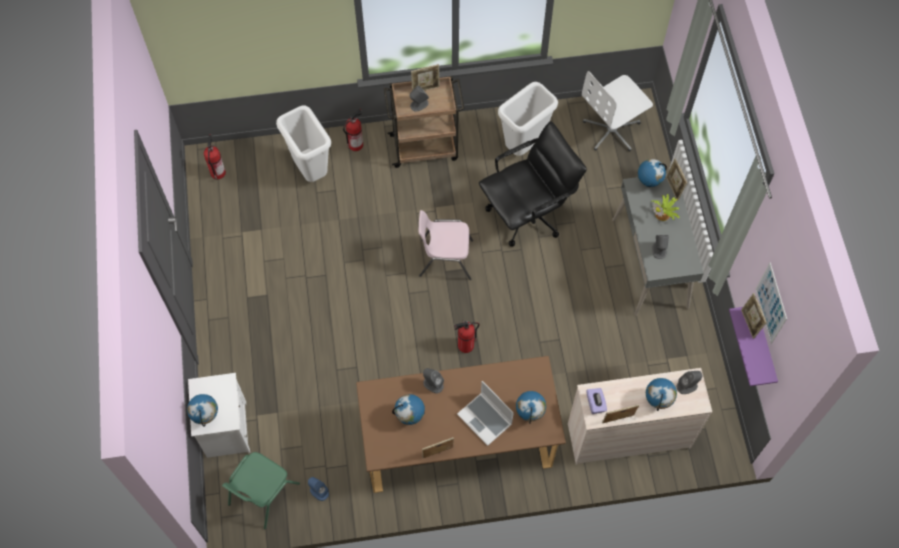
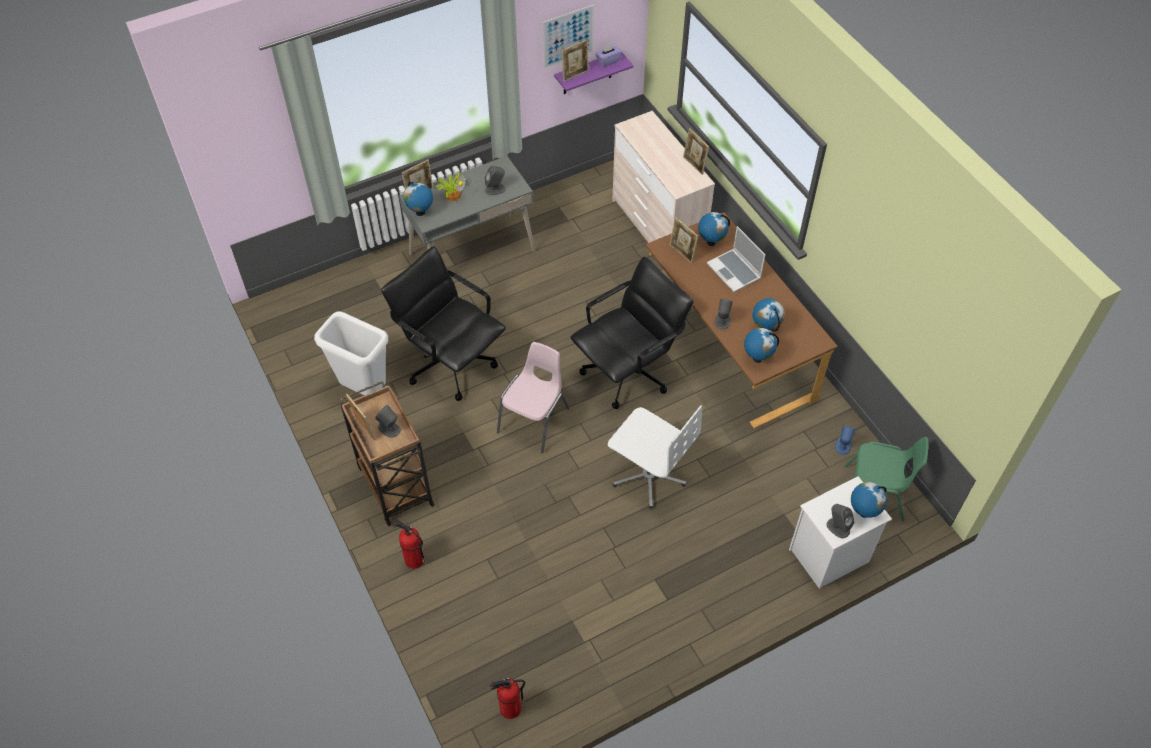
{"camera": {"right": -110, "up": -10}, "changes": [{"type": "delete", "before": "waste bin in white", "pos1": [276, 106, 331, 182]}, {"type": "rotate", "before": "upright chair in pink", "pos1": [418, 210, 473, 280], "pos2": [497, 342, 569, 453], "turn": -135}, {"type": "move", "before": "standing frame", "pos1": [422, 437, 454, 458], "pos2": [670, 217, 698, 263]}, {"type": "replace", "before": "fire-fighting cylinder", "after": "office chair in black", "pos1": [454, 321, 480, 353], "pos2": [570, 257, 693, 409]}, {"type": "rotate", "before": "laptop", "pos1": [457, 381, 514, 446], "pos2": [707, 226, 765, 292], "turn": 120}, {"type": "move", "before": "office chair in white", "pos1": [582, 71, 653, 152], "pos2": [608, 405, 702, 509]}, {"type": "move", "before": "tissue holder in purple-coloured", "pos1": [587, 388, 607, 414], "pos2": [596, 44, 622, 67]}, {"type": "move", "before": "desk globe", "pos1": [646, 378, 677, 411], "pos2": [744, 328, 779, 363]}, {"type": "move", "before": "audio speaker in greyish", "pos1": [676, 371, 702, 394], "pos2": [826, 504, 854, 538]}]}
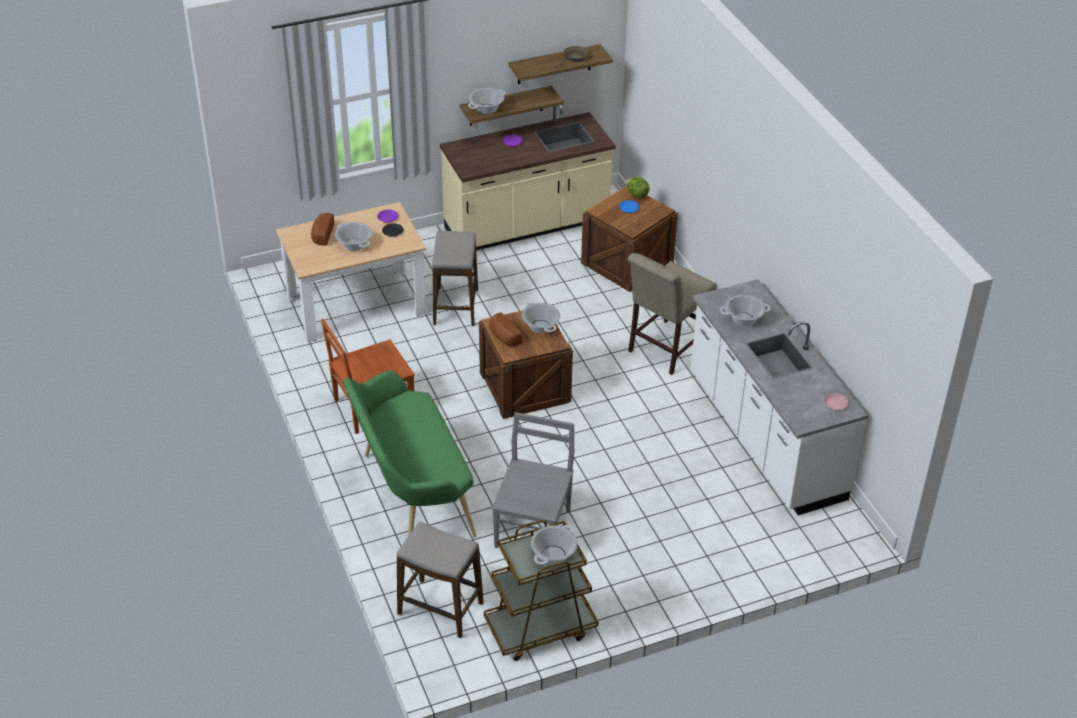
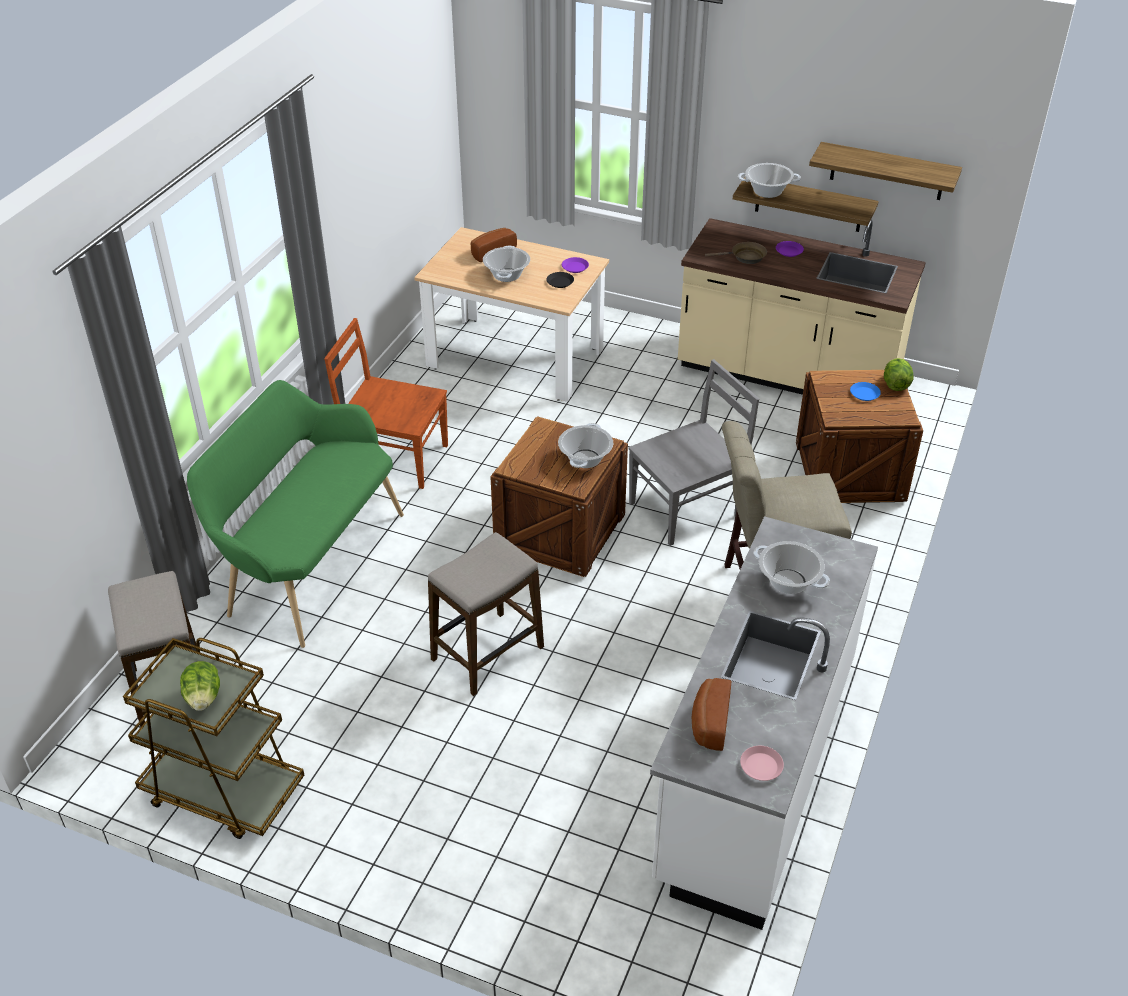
{"camera": {"right": 45, "up": 0}, "changes": [{"type": "move", "before": "stool", "pos1": [432, 231, 478, 326], "pos2": [428, 532, 544, 696]}, {"type": "move", "before": "baked bread", "pos1": [489, 312, 522, 347], "pos2": [691, 678, 731, 751]}, {"type": "move", "before": "upright chair in greyish", "pos1": [492, 412, 574, 548], "pos2": [628, 359, 759, 546]}, {"type": "replace", "before": "saucepot", "after": "head of lettuce", "pos1": [531, 525, 578, 565], "pos2": [180, 661, 220, 711]}, {"type": "move", "before": "skillet in brown", "pos1": [553, 46, 589, 68], "pos2": [705, 242, 767, 264]}]}
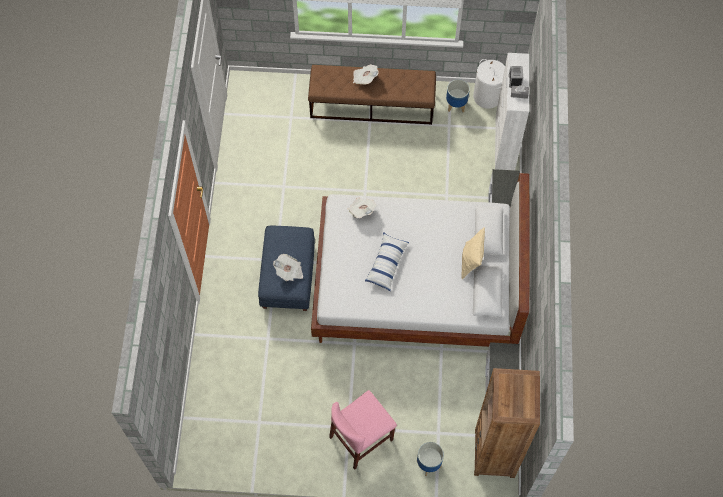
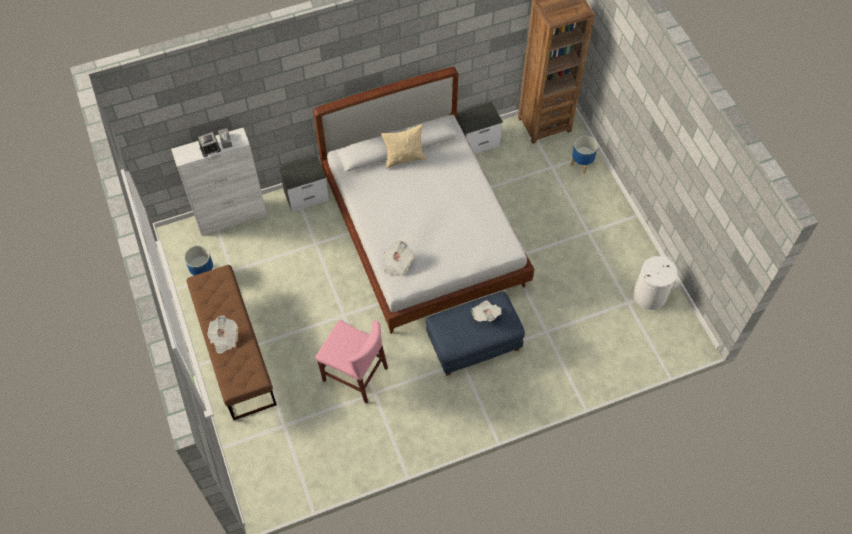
{"camera": {"right": -115, "up": -5}, "changes": [{"type": "move", "before": "upright chair in pink", "pos1": [329, 390, 397, 470], "pos2": [315, 320, 388, 403]}, {"type": "delete", "before": "pillow", "pos1": [365, 232, 409, 291]}, {"type": "move", "before": "washing basket in white", "pos1": [473, 59, 505, 109], "pos2": [633, 256, 677, 310]}]}
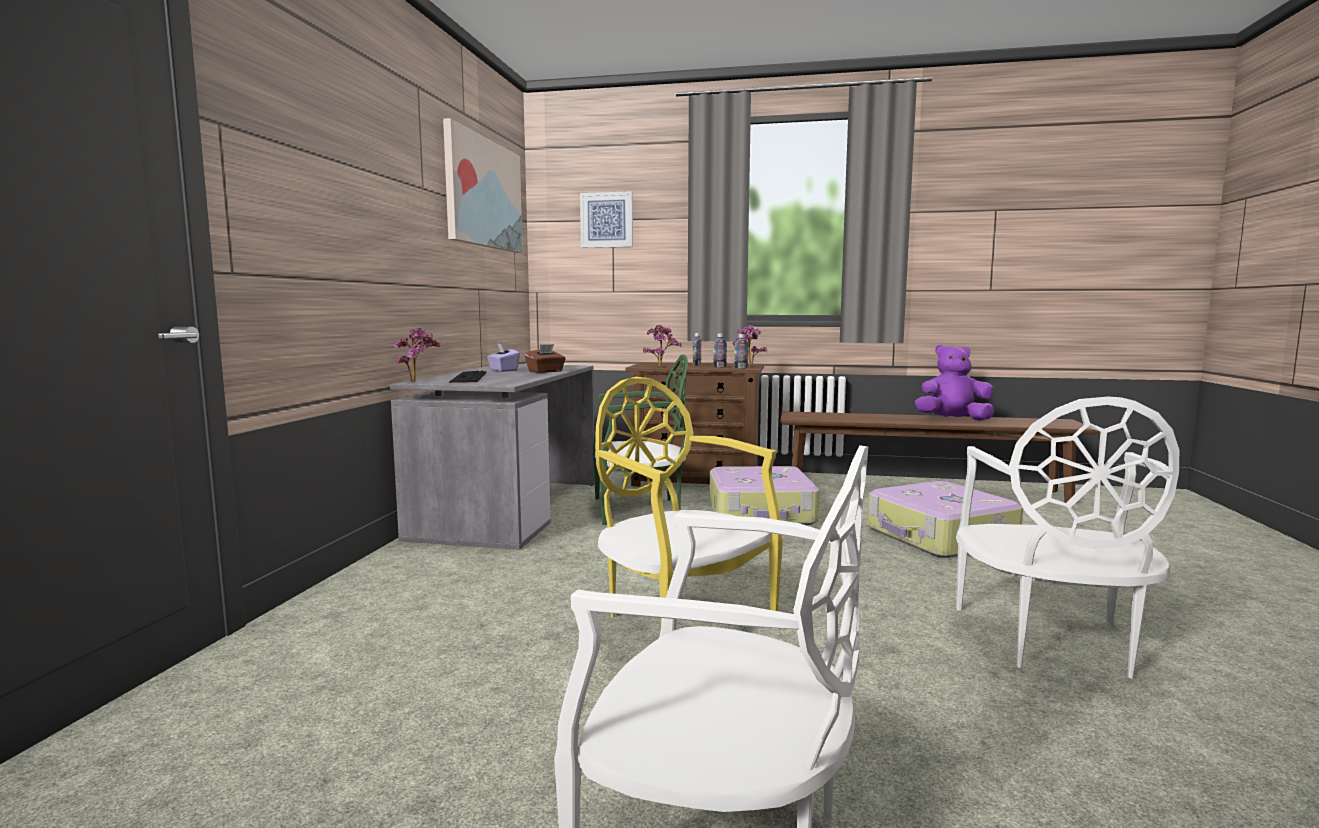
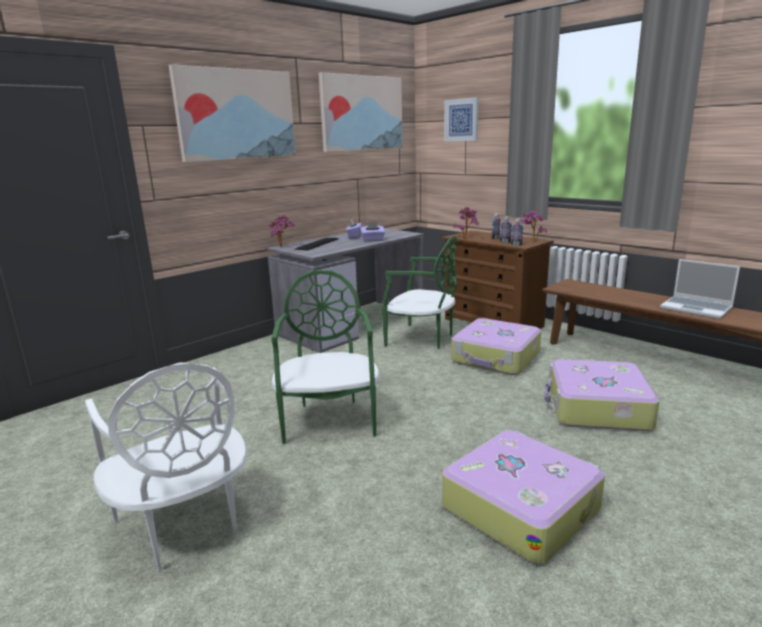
{"camera": {"right": 35, "up": 10}, "changes": [{"type": "recolor", "before": "tissue holder in brown", "after": "tissue holder in purple-coloured", "pos1": [525, 344, 566, 373], "pos2": [360, 223, 385, 242]}, {"type": "recolor", "before": "upright chair in yellowish", "after": "upright chair in green-coloured", "pos1": [595, 377, 783, 625], "pos2": [271, 270, 380, 444]}, {"type": "replace", "before": "soft toy in purple-coloured", "after": "laptop", "pos1": [915, 345, 994, 421], "pos2": [660, 259, 740, 319]}, {"type": "replace", "before": "upright chair in white", "after": "suitcase", "pos1": [956, 397, 1179, 679], "pos2": [442, 430, 605, 564]}, {"type": "insert", "after": "wall picture", "pos2": [169, 64, 296, 162]}]}
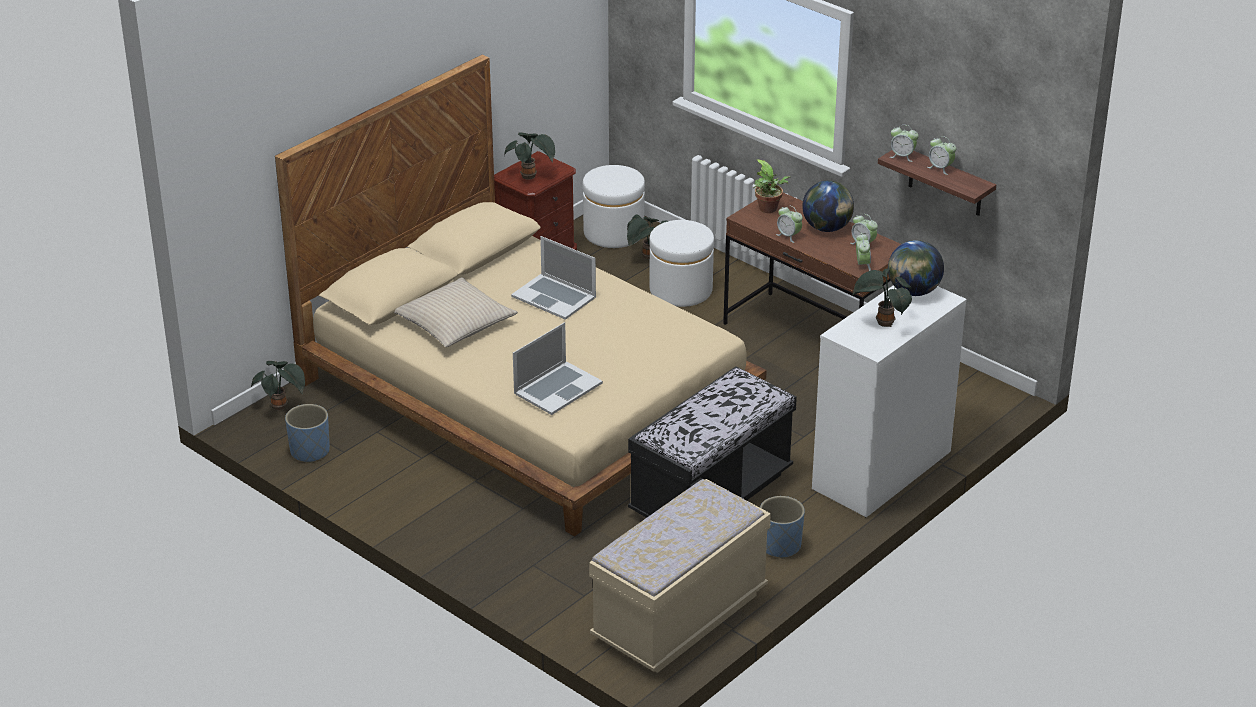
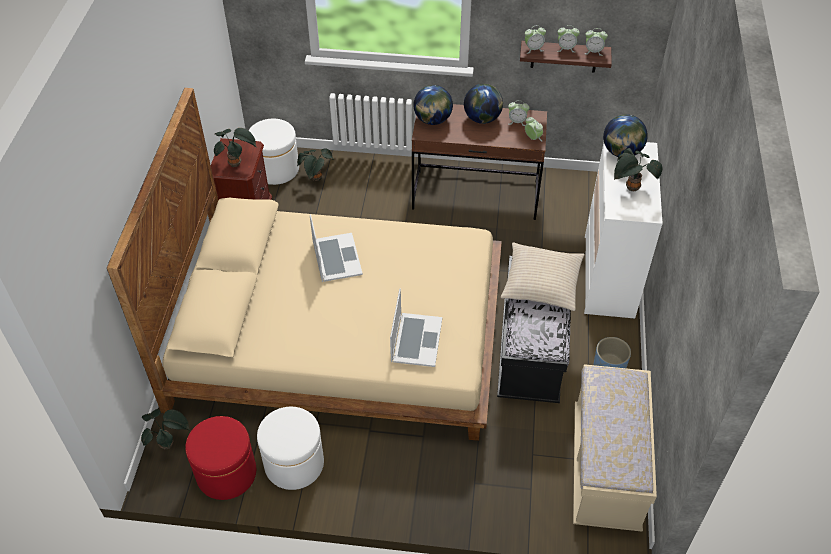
{"camera": {"right": -35, "up": 15}, "changes": [{"type": "replace", "before": "planter in blue-coloured", "after": "ottoman in reddish", "pos1": [285, 404, 330, 463], "pos2": [185, 416, 256, 500]}, {"type": "move", "before": "pillow in beige-coloured", "pos1": [394, 277, 518, 347], "pos2": [501, 243, 584, 311]}, {"type": "rotate", "before": "laptop", "pos1": [511, 236, 596, 320], "pos2": [310, 214, 363, 282], "turn": -105}, {"type": "move", "before": "ottoman in white", "pos1": [649, 220, 714, 307], "pos2": [257, 407, 324, 490]}, {"type": "replace", "before": "houseplant", "after": "desk globe", "pos1": [754, 159, 791, 213], "pos2": [414, 85, 453, 125]}, {"type": "move", "before": "alarm clock", "pos1": [776, 205, 803, 243], "pos2": [585, 28, 608, 56]}]}
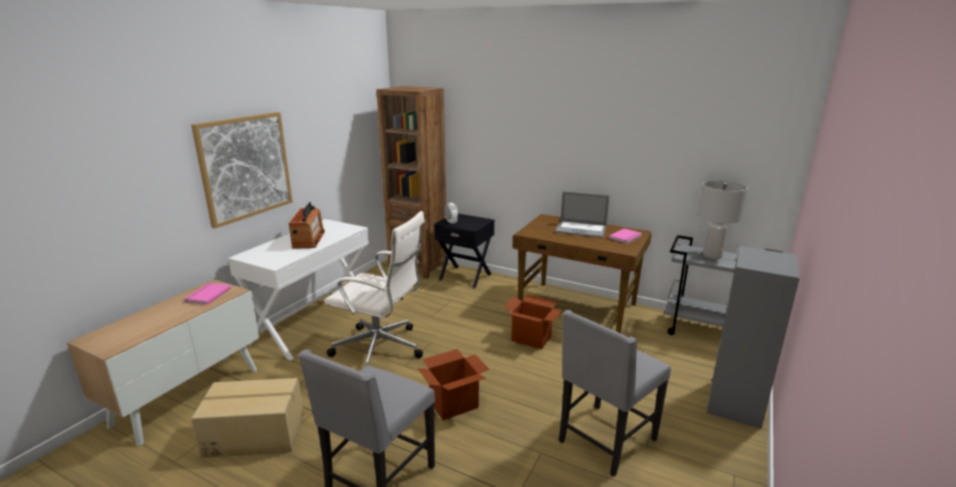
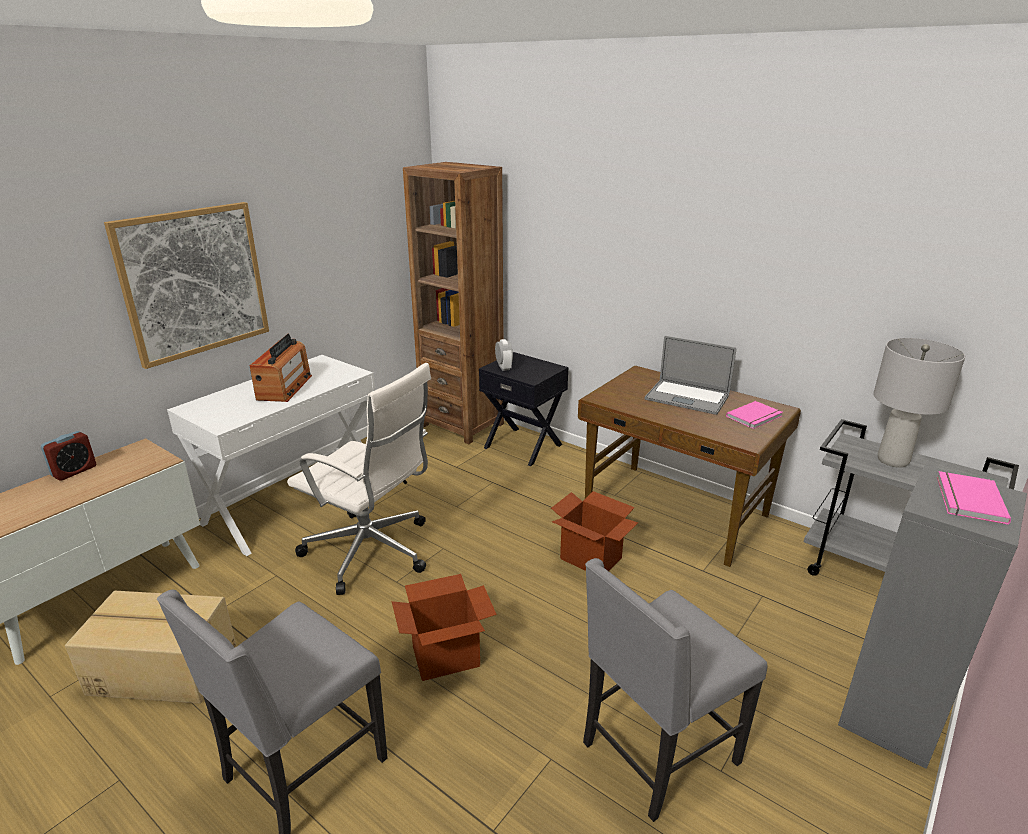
{"camera": {"right": 10, "up": 5}, "changes": [{"type": "move", "before": "book in pink", "pos1": [184, 283, 231, 305], "pos2": [937, 471, 1011, 525]}, {"type": "insert", "after": "alarm clock", "pos2": [41, 431, 96, 481]}]}
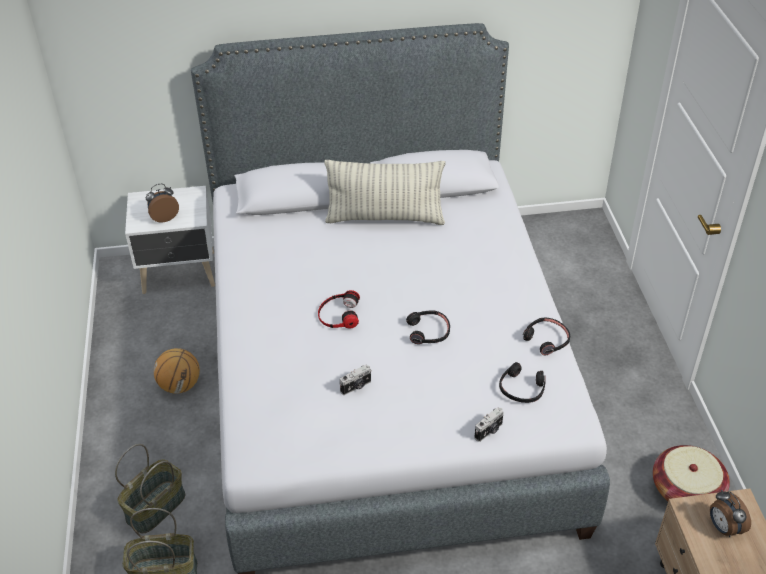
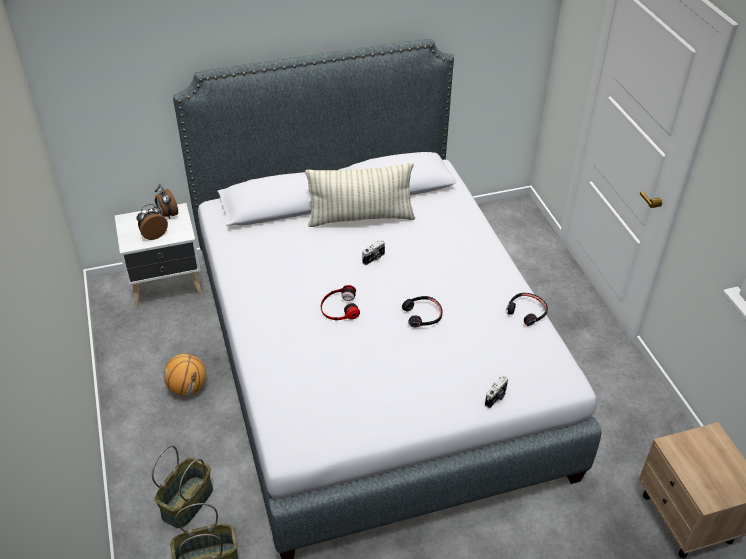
{"camera": {"right": -10, "up": 0}, "changes": [{"type": "move", "before": "still camera", "pos1": [339, 365, 371, 395], "pos2": [362, 240, 385, 265]}, {"type": "delete", "before": "headphones in black", "pos1": [499, 362, 546, 403]}, {"type": "delete", "before": "household basket", "pos1": [653, 445, 730, 501]}, {"type": "move", "before": "alarm clock", "pos1": [710, 490, 751, 537], "pos2": [155, 184, 178, 219]}]}
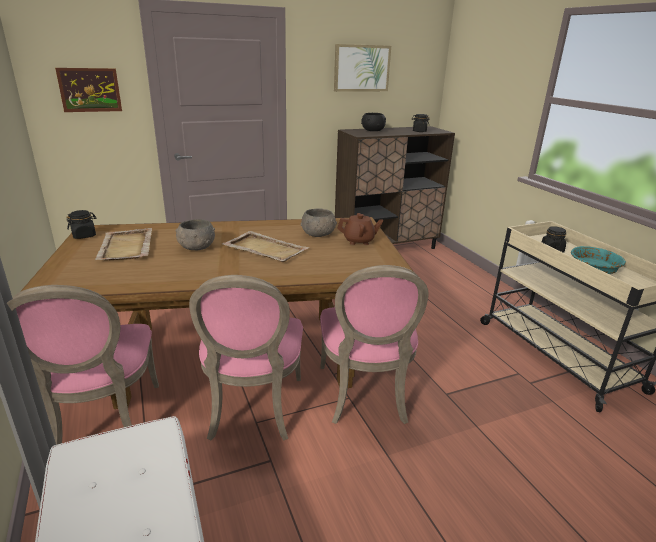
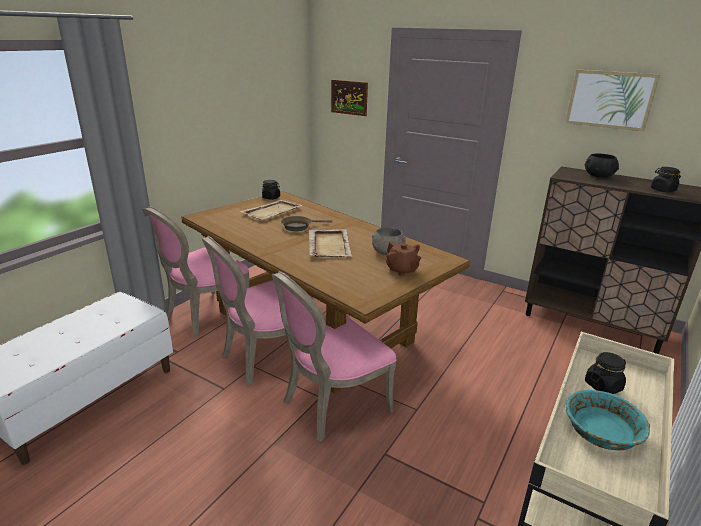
{"camera": {"right": 55, "up": 0}, "changes": [{"type": "replace", "before": "deep dish in greyish", "after": "skillet in brown", "pos1": [176, 219, 215, 250], "pos2": [281, 216, 332, 231]}]}
